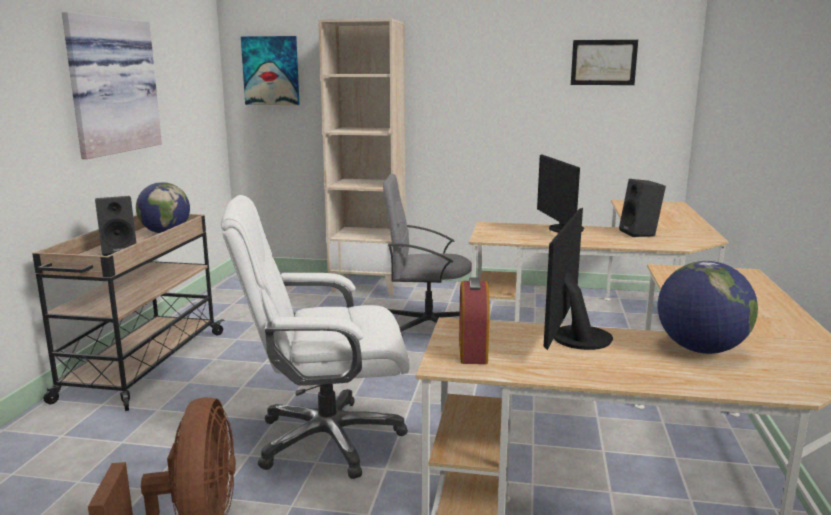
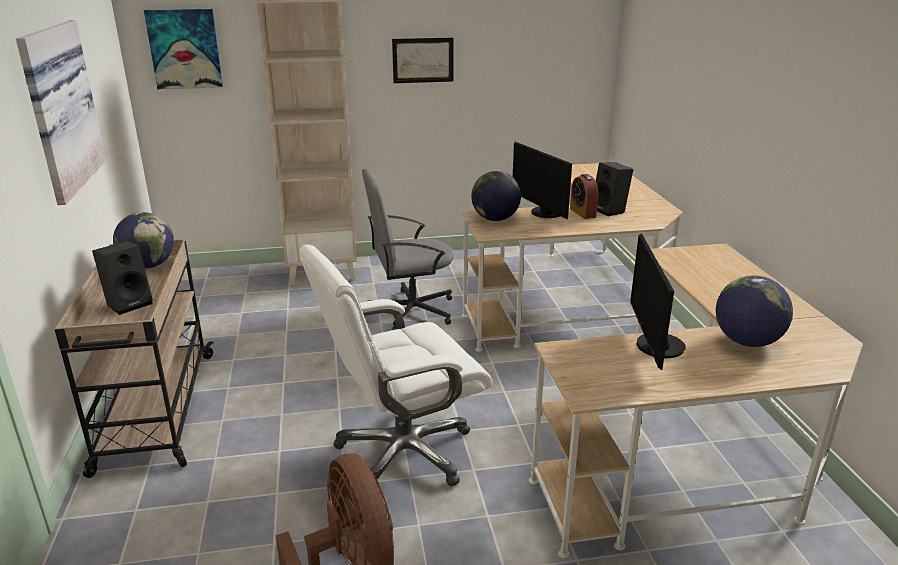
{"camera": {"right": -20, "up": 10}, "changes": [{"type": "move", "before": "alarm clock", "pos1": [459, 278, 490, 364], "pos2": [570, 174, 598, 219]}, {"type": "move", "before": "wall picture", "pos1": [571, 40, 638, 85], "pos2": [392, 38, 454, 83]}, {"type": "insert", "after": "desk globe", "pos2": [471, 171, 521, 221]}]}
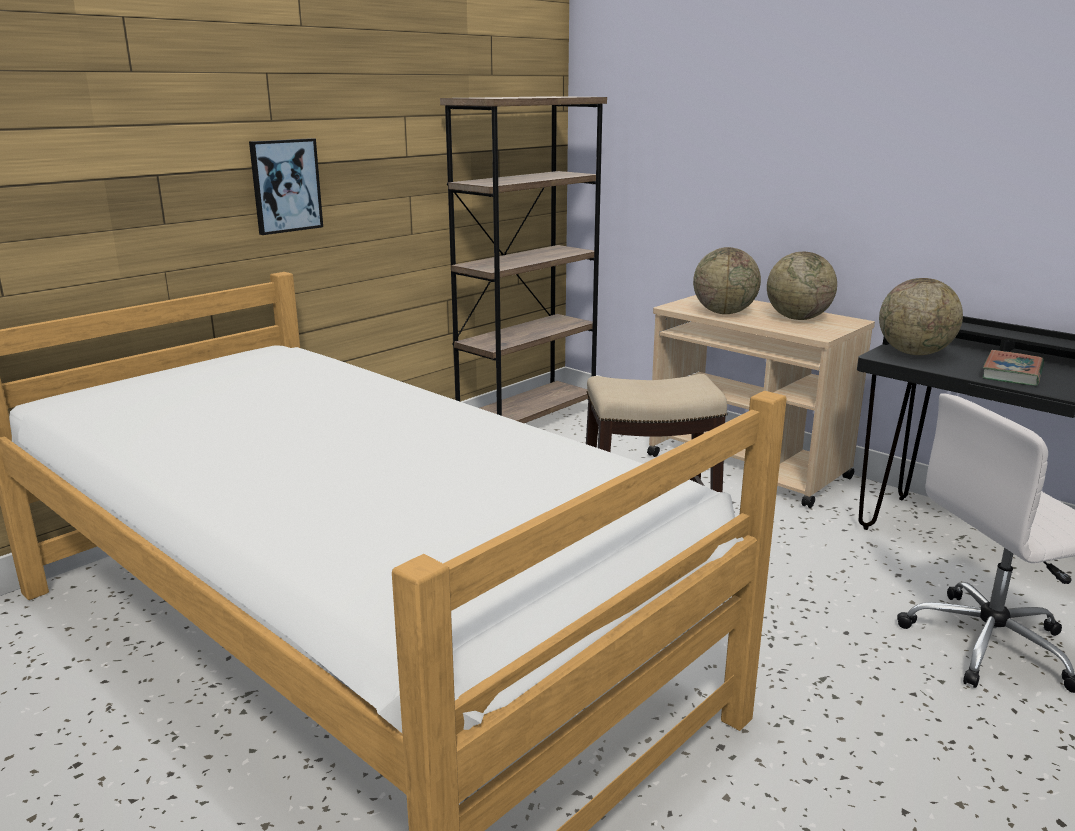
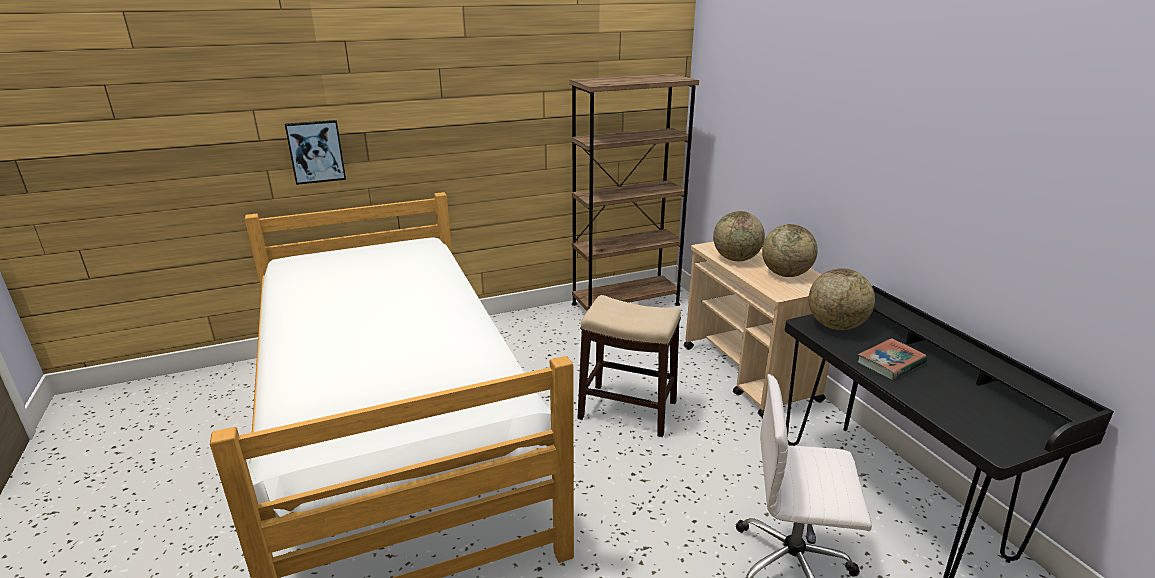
{"camera": {"right": 25, "up": 5}, "changes": [{"type": "move", "before": "wall picture", "pos1": [249, 138, 323, 235], "pos2": [285, 120, 346, 185]}]}
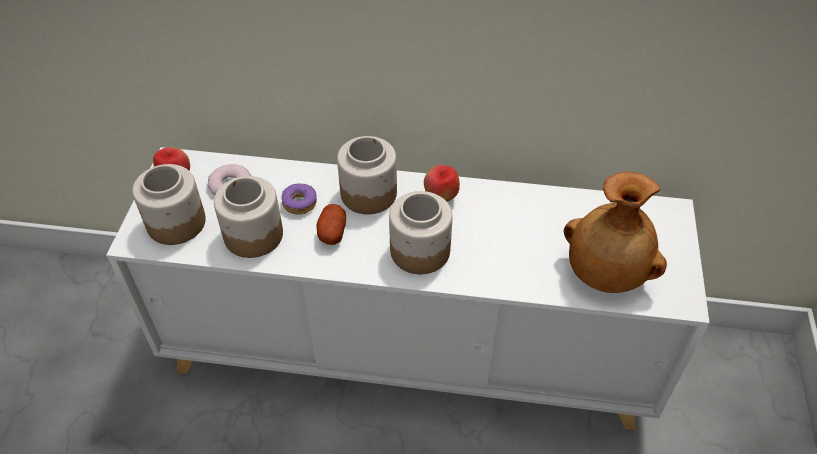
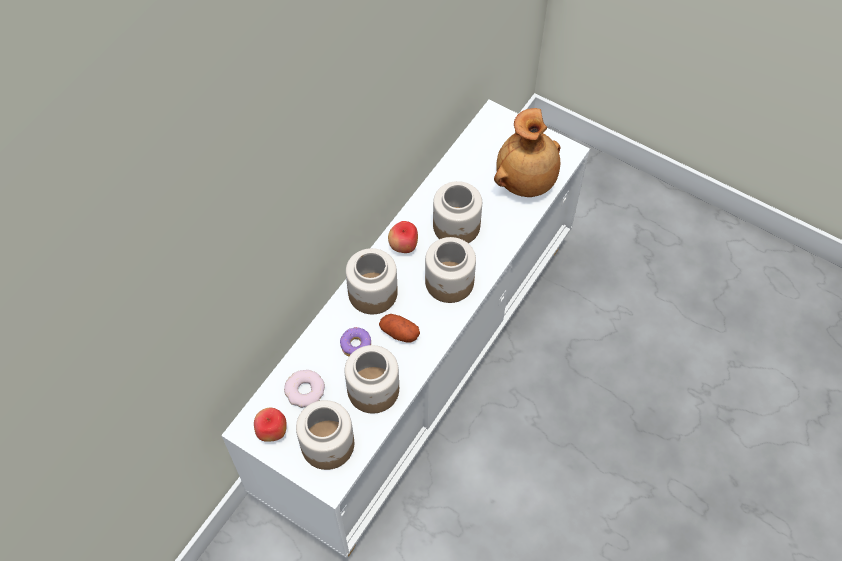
{"camera": {"right": -65, "up": 10}, "changes": [{"type": "insert", "after": "preserve jar", "pos2": [433, 181, 482, 243]}]}
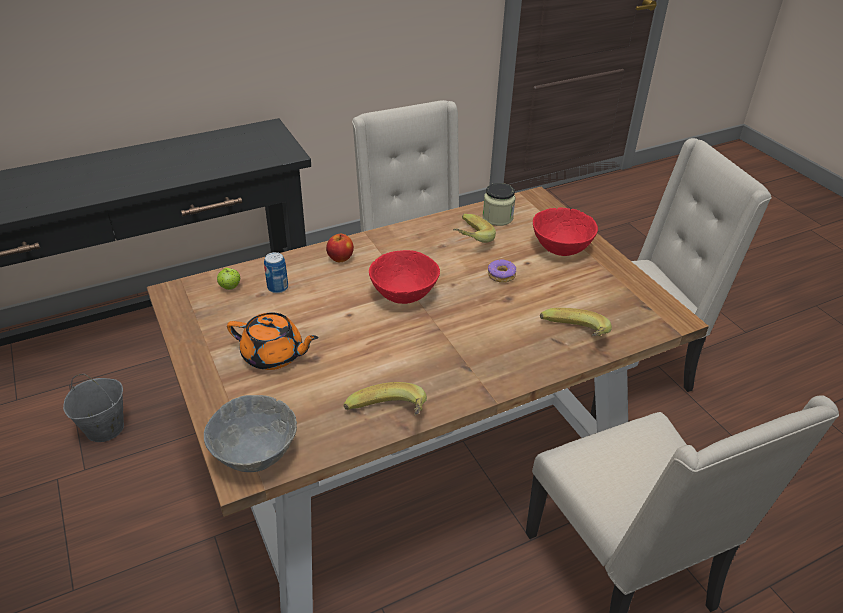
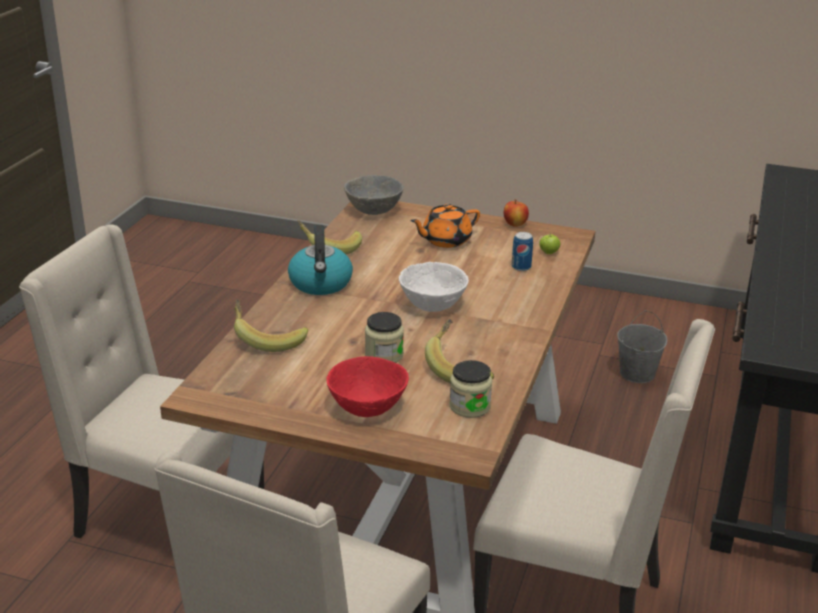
{"camera": {"right": 135, "up": -10}, "changes": [{"type": "move", "before": "apple fruit", "pos1": [326, 234, 354, 262], "pos2": [504, 199, 529, 227]}, {"type": "recolor", "before": "deep dish in reddish", "after": "deep dish in white", "pos1": [369, 250, 440, 304], "pos2": [399, 262, 469, 312]}, {"type": "replace", "before": "doughnut", "after": "preserve jar", "pos1": [488, 259, 516, 283], "pos2": [365, 312, 404, 363]}, {"type": "insert", "after": "water kettle", "pos2": [288, 225, 353, 295]}]}
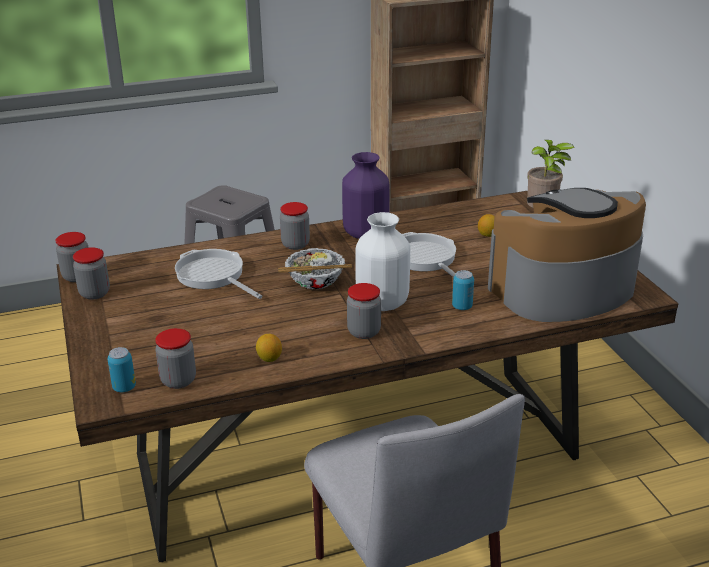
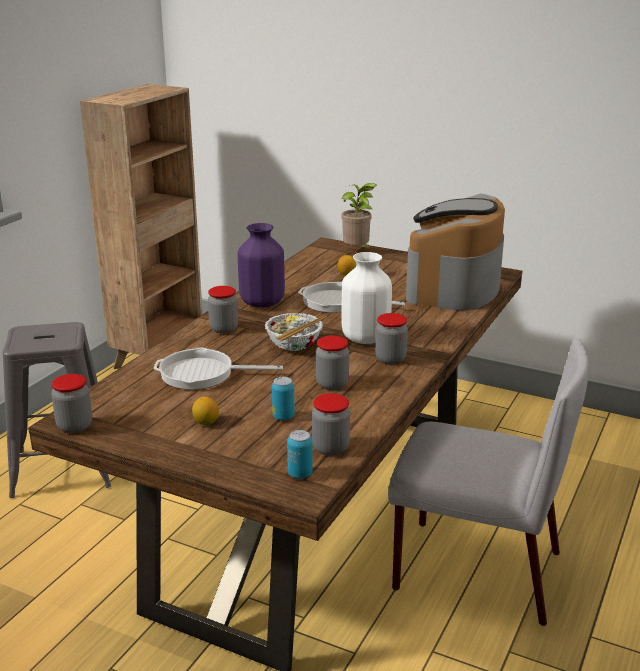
{"camera": {"right": -45, "up": -5}, "changes": [{"type": "move", "before": "preserve jar", "pos1": [73, 247, 110, 300], "pos2": [316, 336, 349, 390]}, {"type": "move", "before": "citrus fruit", "pos1": [256, 334, 282, 362], "pos2": [192, 397, 219, 425]}, {"type": "move", "before": "can", "pos1": [452, 270, 474, 310], "pos2": [272, 377, 295, 420]}]}
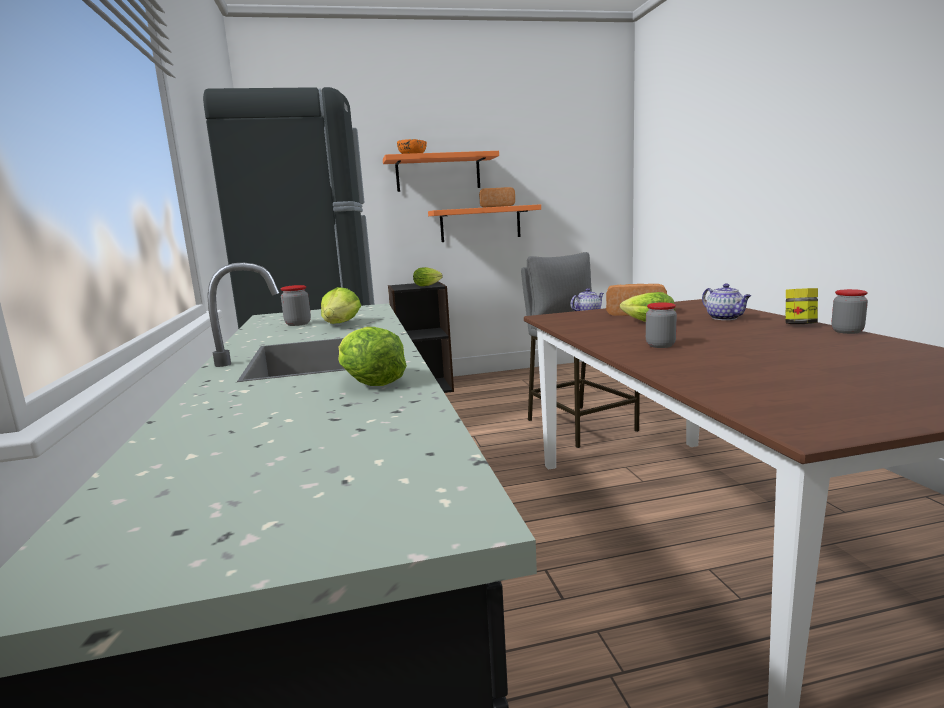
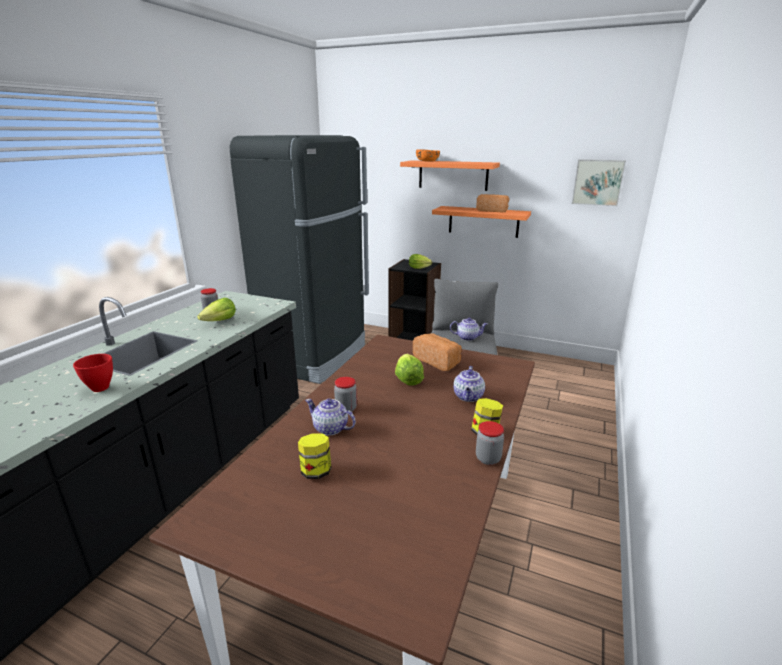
{"camera": {"right": 35, "up": 10}, "changes": [{"type": "replace", "before": "head of lettuce", "after": "deep dish in reddish", "pos1": [338, 327, 407, 386], "pos2": [73, 354, 113, 392]}, {"type": "insert", "after": "preserve jar", "pos2": [298, 433, 331, 479]}, {"type": "insert", "after": "pot for tea", "pos2": [305, 398, 356, 436]}, {"type": "insert", "after": "wall picture", "pos2": [572, 159, 626, 206]}]}
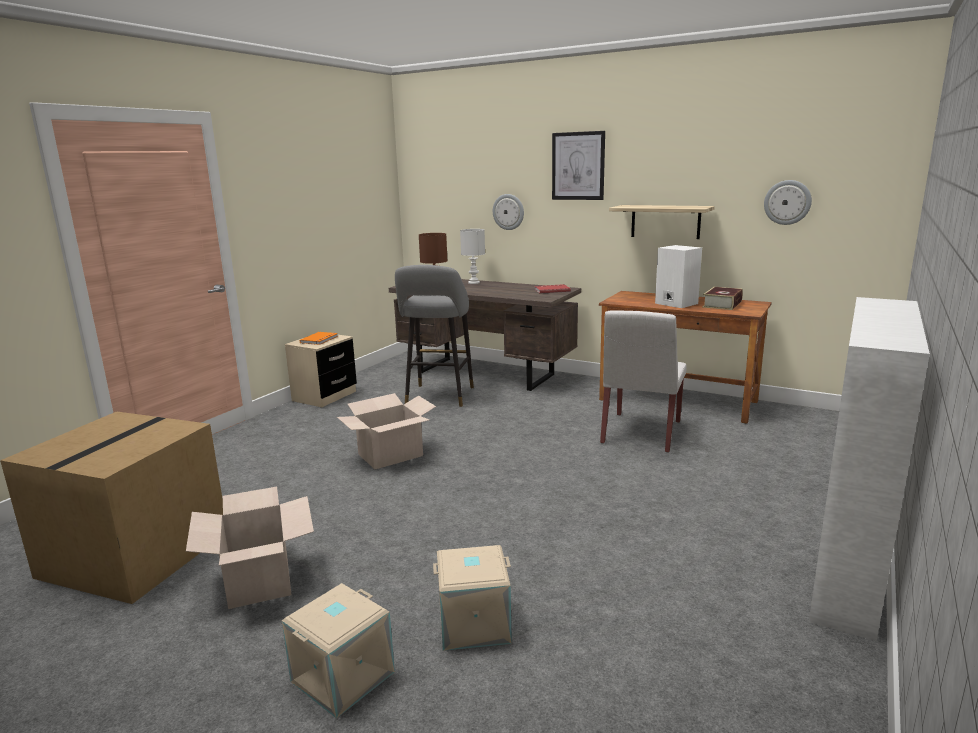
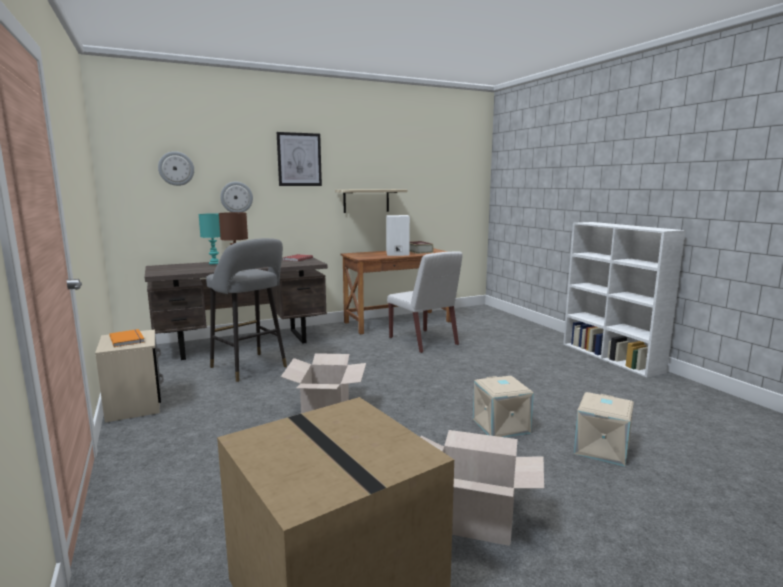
{"camera": {"right": -55, "up": -5}, "changes": [{"type": "move", "before": "storage bin in beige-coloured", "pos1": [282, 583, 395, 719], "pos2": [473, 376, 534, 437]}, {"type": "recolor", "before": "tabletop lamp in white", "after": "tabletop lamp in turquoise", "pos1": [460, 229, 485, 284], "pos2": [198, 213, 220, 264]}, {"type": "move", "before": "wall clock", "pos1": [764, 180, 812, 225], "pos2": [158, 151, 194, 186]}]}
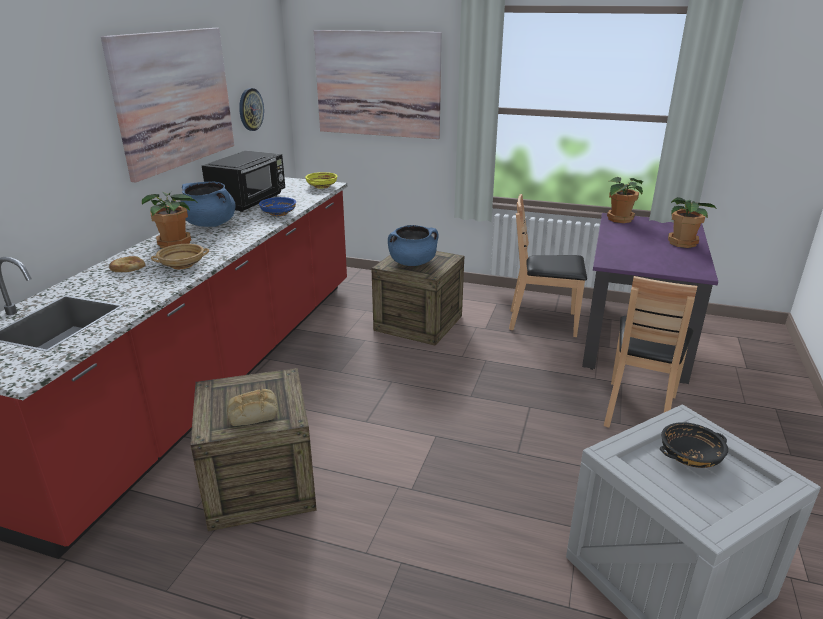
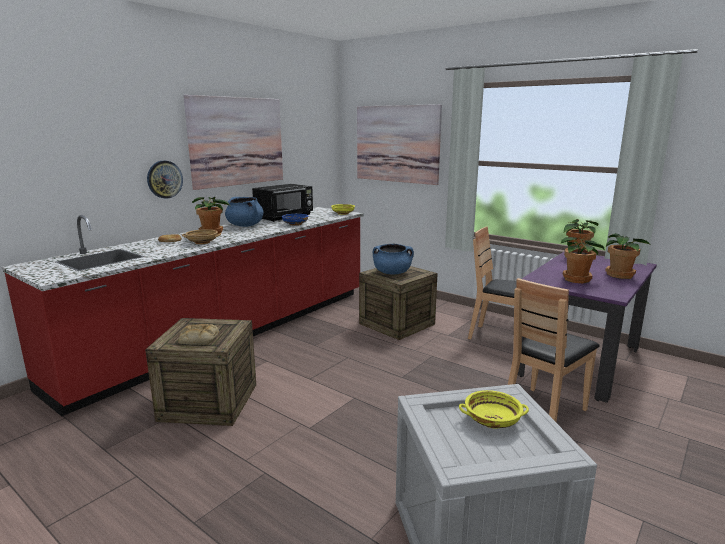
{"camera": {"right": 20, "up": -10}, "changes": [{"type": "move", "before": "wall clock", "pos1": [239, 88, 264, 131], "pos2": [147, 161, 183, 199]}, {"type": "recolor", "before": "deep dish in black", "after": "deep dish in yellowish", "pos1": [660, 422, 728, 468], "pos2": [459, 390, 529, 428]}, {"type": "insert", "after": "houseplant", "pos2": [561, 237, 605, 283]}]}
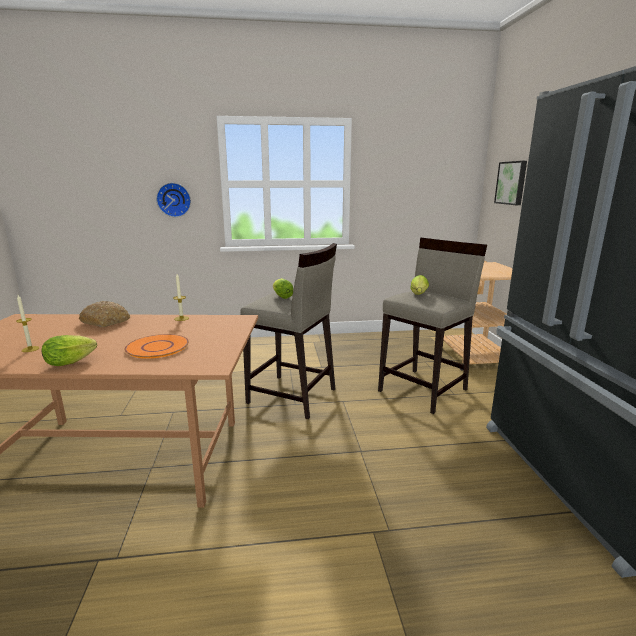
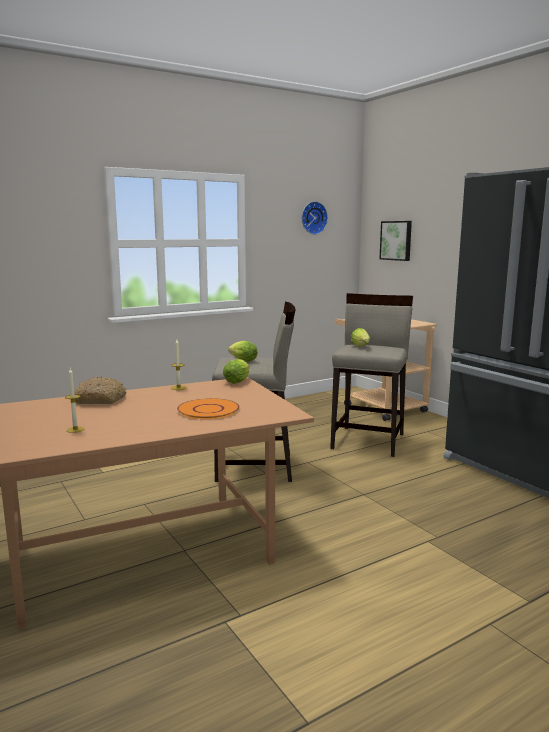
{"camera": {"right": -25, "up": -5}, "changes": [{"type": "move", "before": "head of lettuce", "pos1": [42, 335, 97, 366], "pos2": [223, 359, 249, 384]}, {"type": "move", "before": "wall clock", "pos1": [156, 183, 191, 217], "pos2": [302, 201, 328, 235]}]}
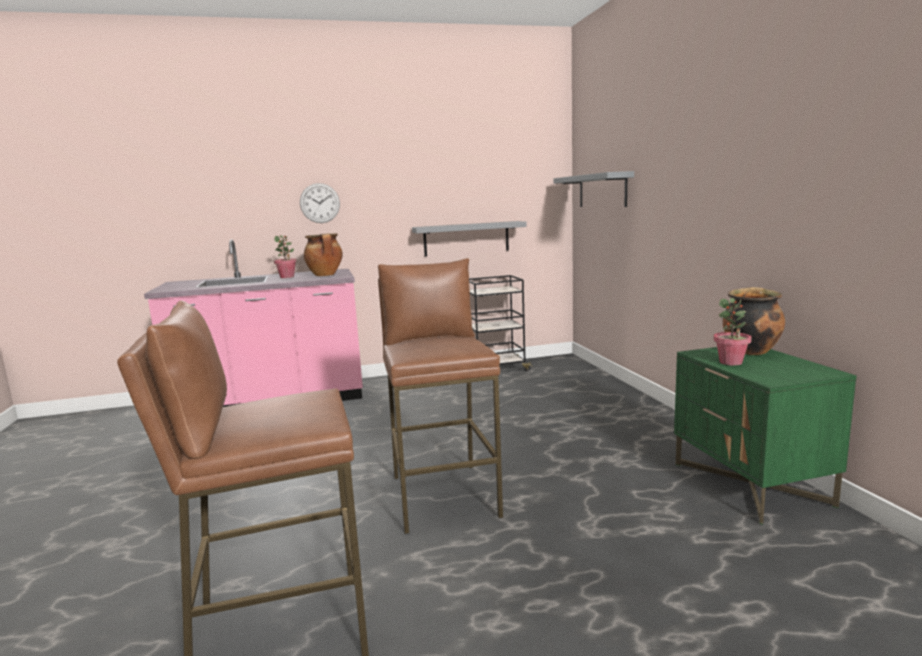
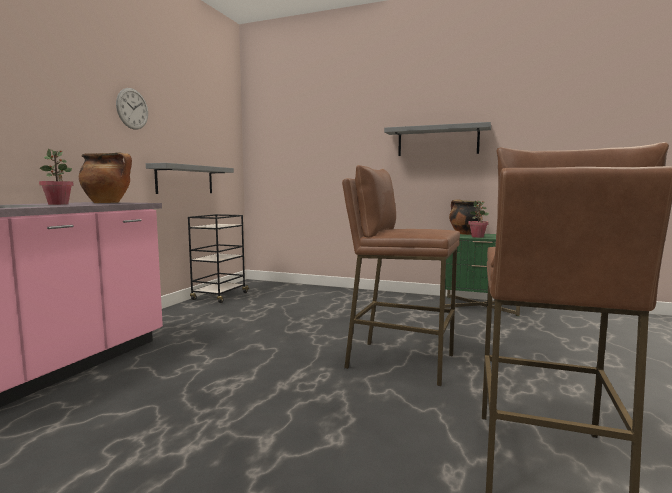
{"camera": {"right": -55, "up": -5}, "changes": [{"type": "move", "before": "wall clock", "pos1": [300, 183, 340, 223], "pos2": [116, 88, 148, 129]}, {"type": "move", "before": "wall shelf in greyish", "pos1": [553, 171, 634, 207], "pos2": [384, 122, 491, 156]}]}
